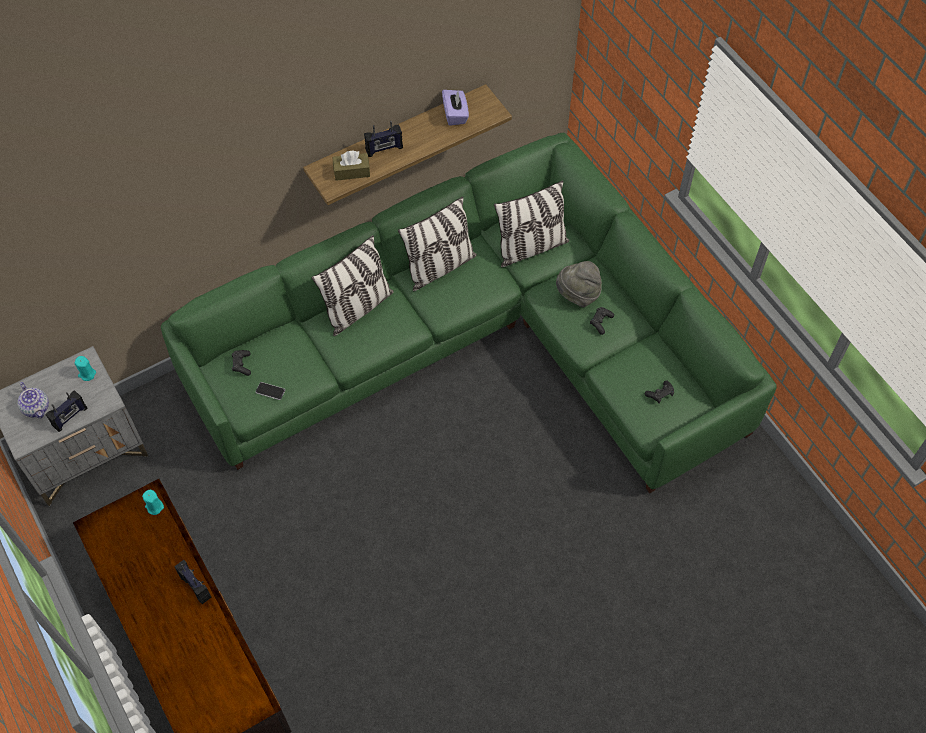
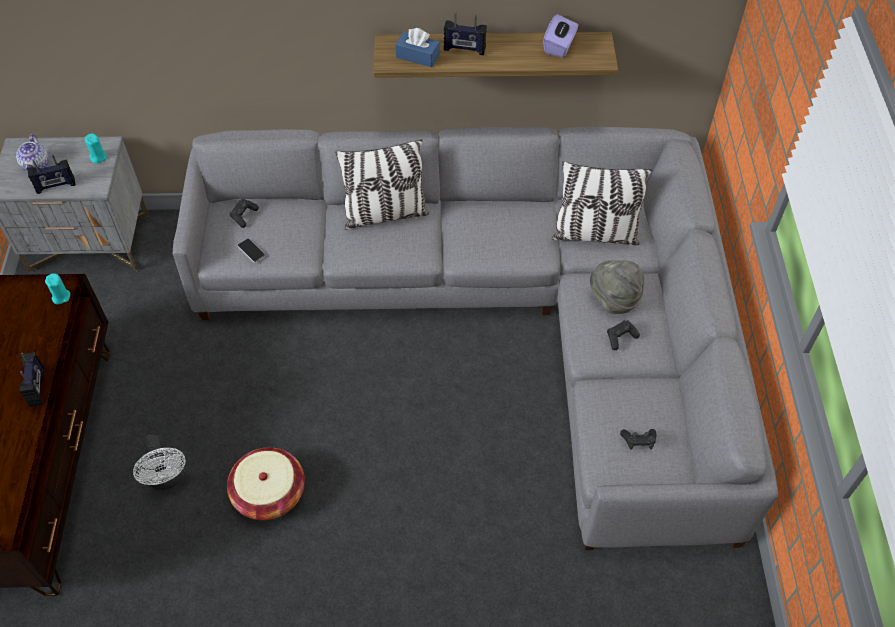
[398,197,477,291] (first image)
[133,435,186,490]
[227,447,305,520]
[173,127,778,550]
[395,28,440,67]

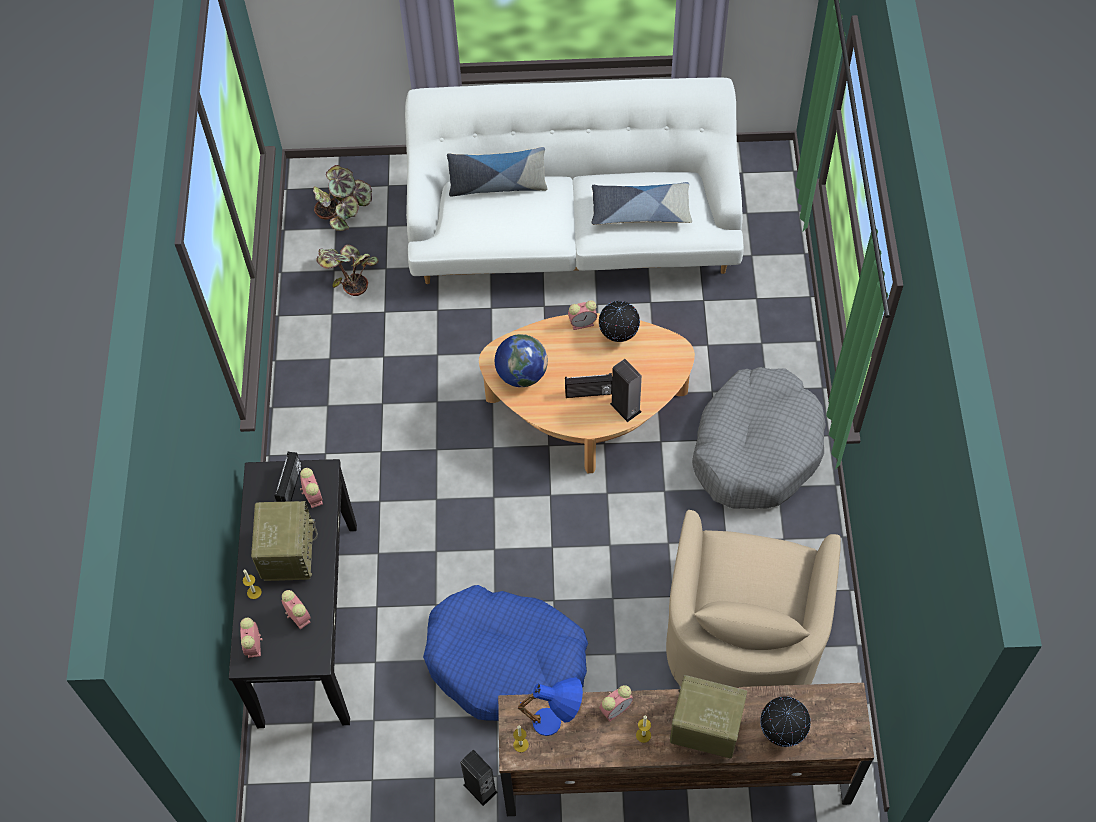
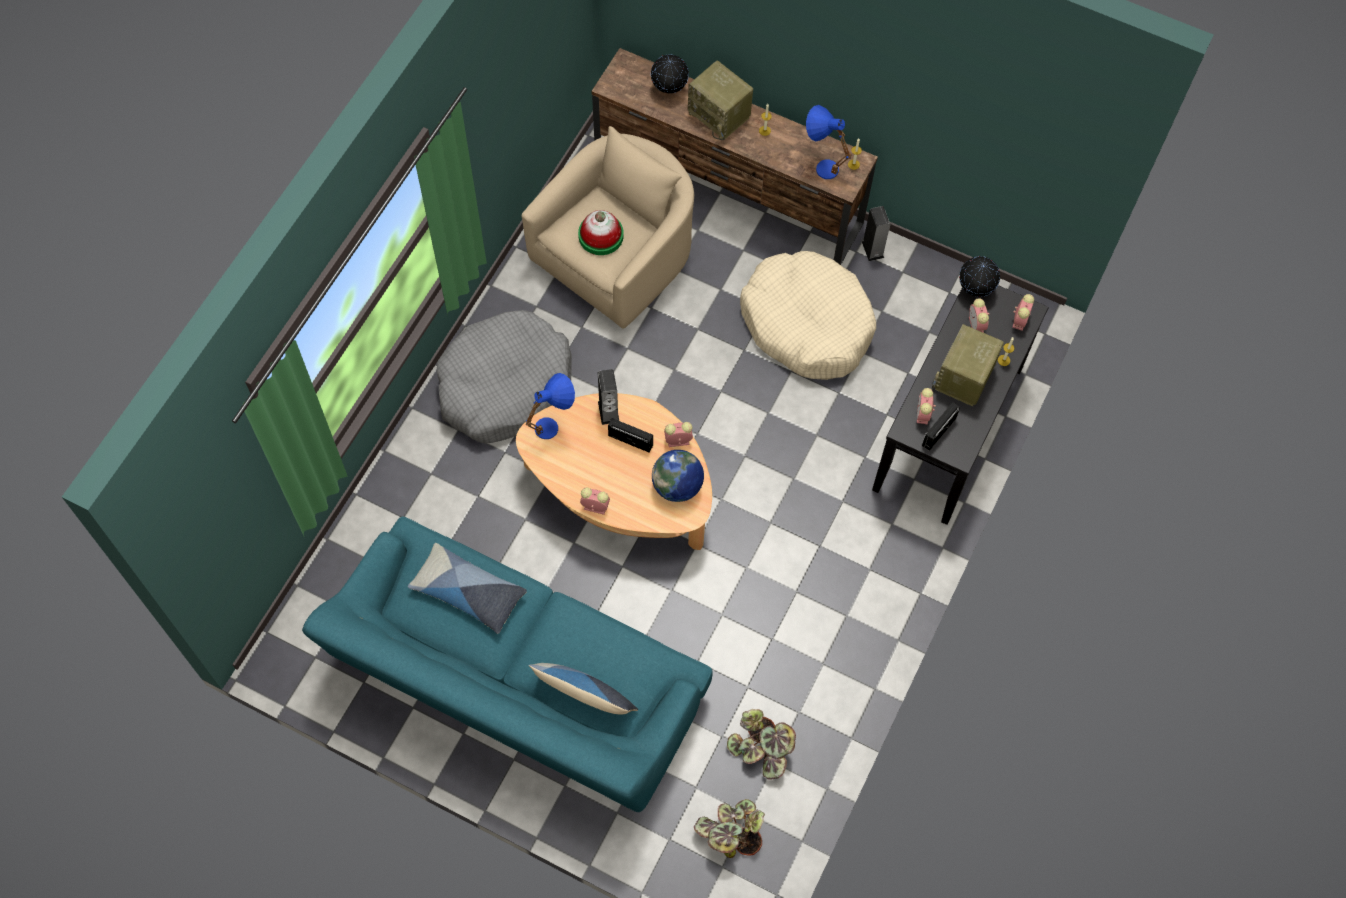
[526,373,575,439]
[578,210,623,255]
[959,256,1000,297]
[664,422,693,447]
[302,517,713,812]
[740,251,876,380]

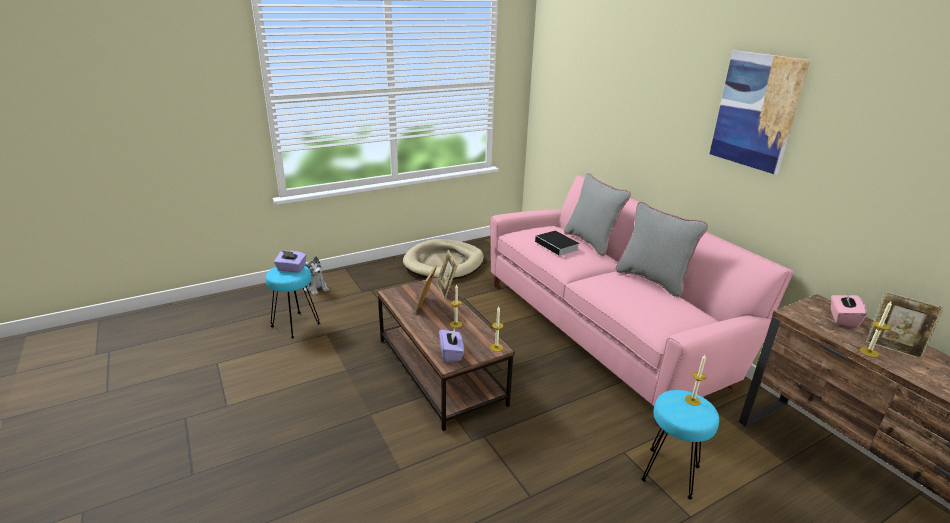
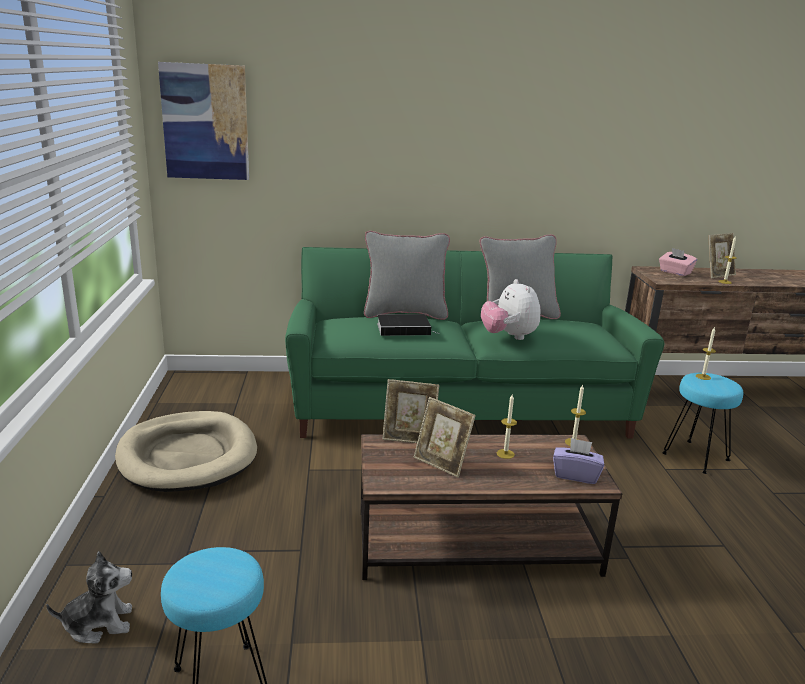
[274,250,306,273] (first image)
[481,279,541,340]
[158,62,249,180]
[285,247,664,439]

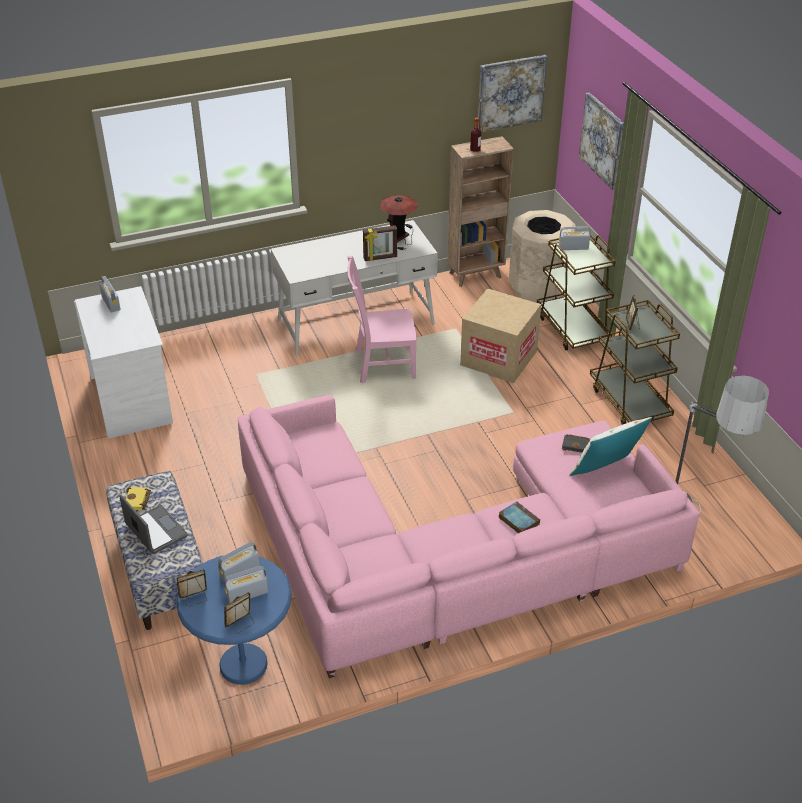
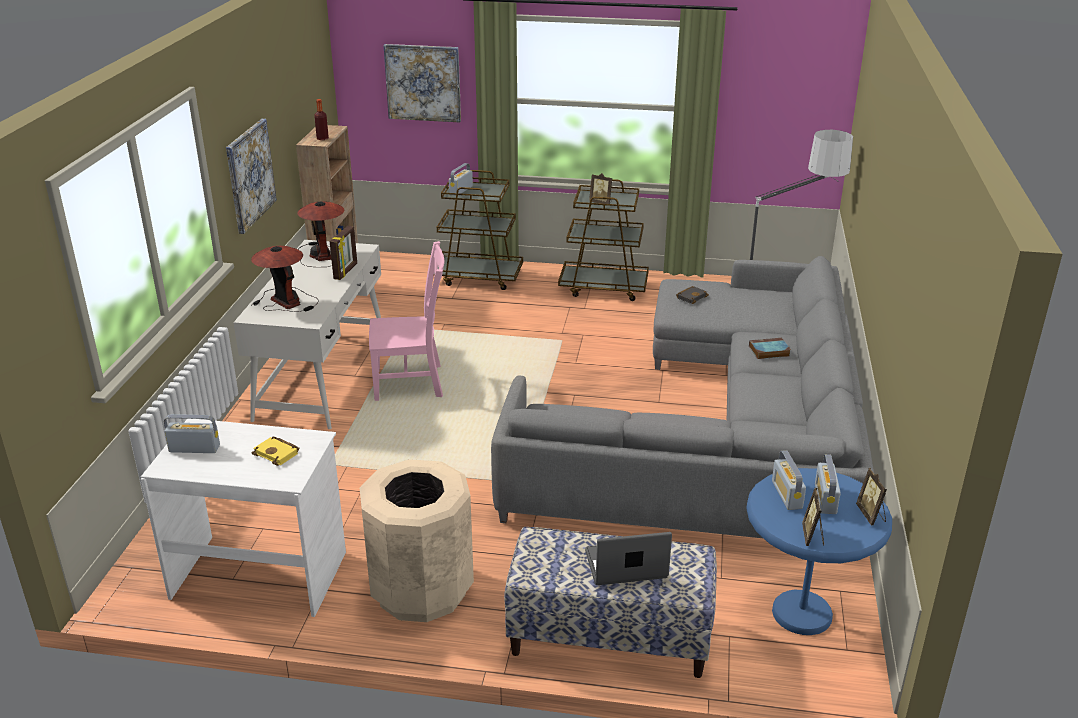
[460,288,541,383] (first image)
[569,417,652,476] (first image)
[251,246,319,312]
[252,437,299,466]
[226,119,277,234]
[360,459,474,622]
[491,256,874,539]
[369,241,444,401]

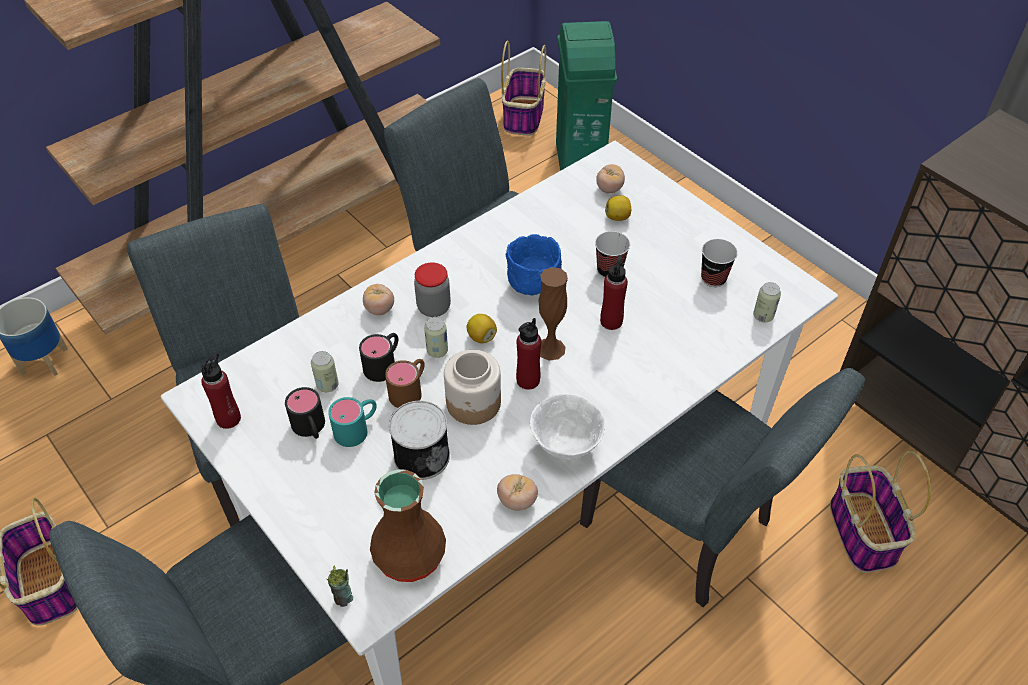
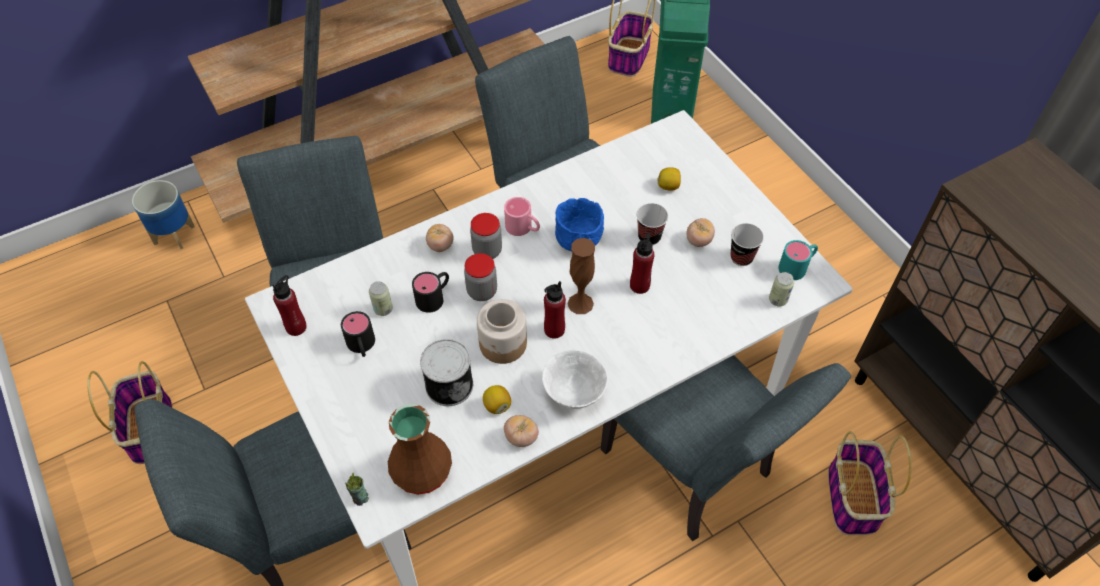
[385,359,425,408] (first image)
[504,197,540,236]
[778,240,818,280]
[483,385,511,414]
[686,218,715,247]
[464,253,497,301]

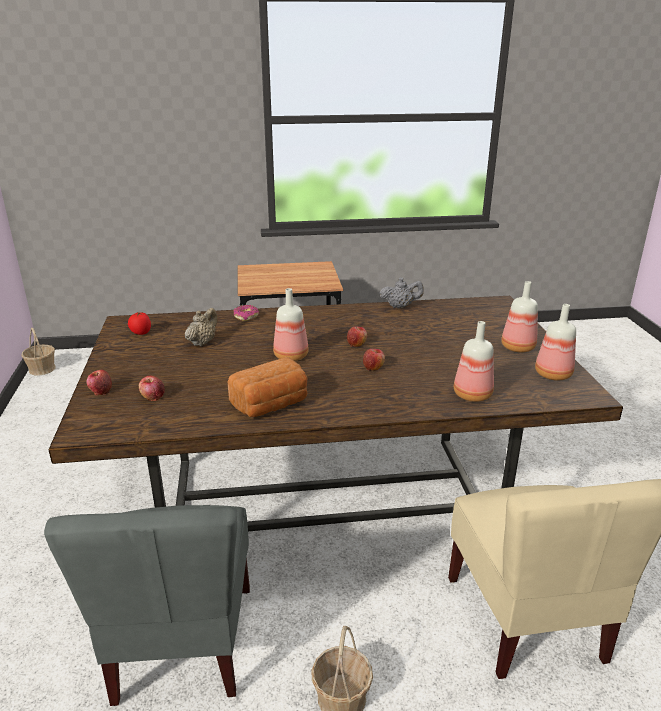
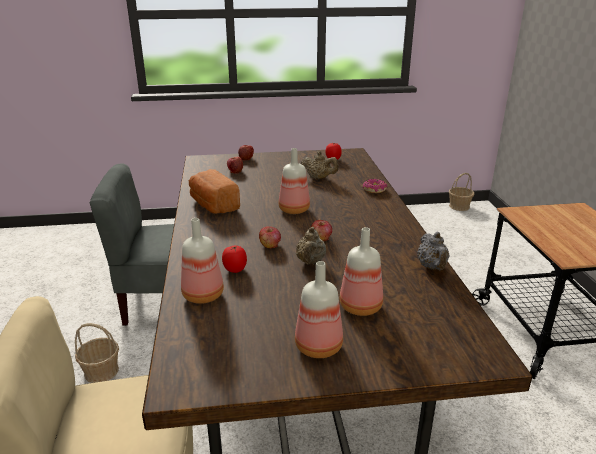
[222,245,247,273]
[296,227,326,264]
[340,227,383,316]

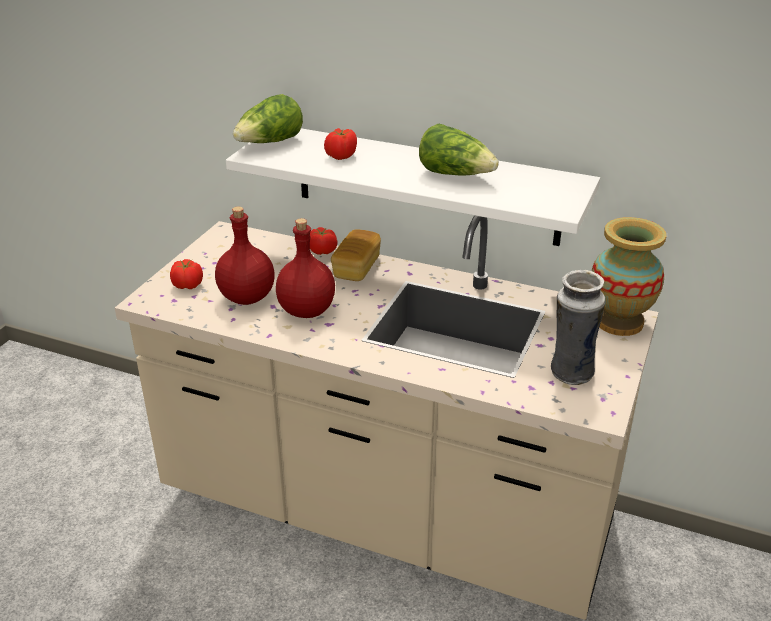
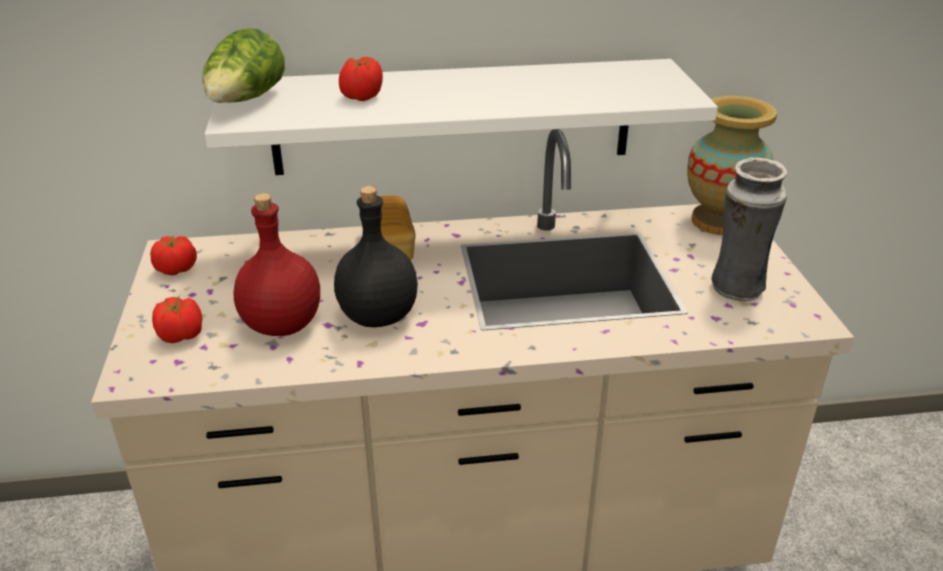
[419,124,499,176] (first image)
[150,236,197,275]
[334,186,418,327]

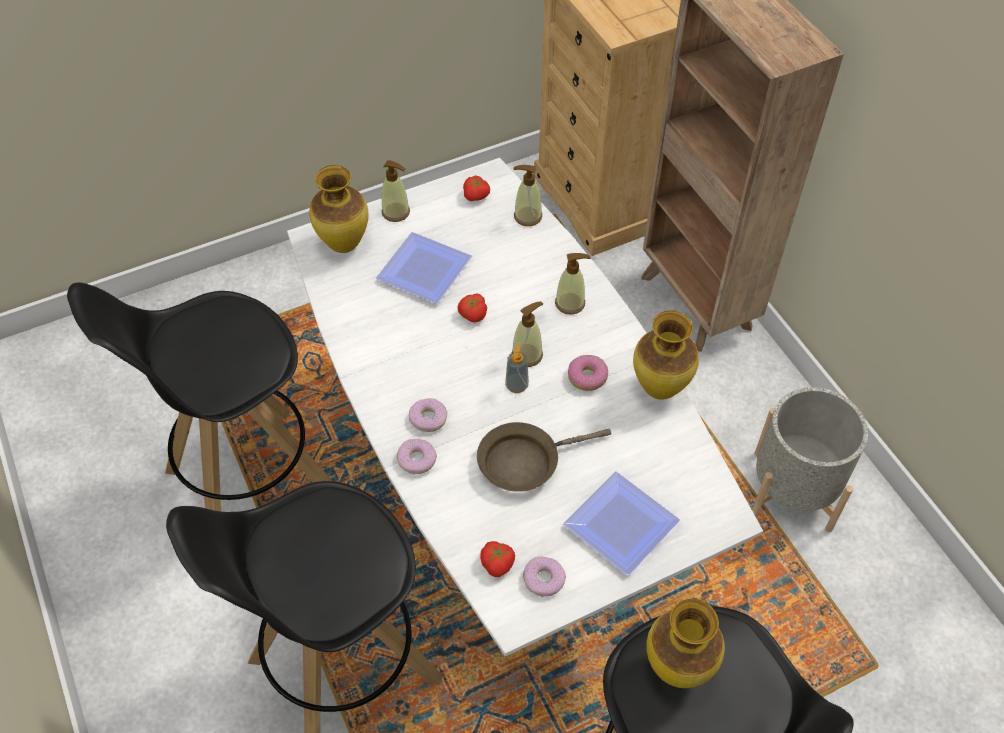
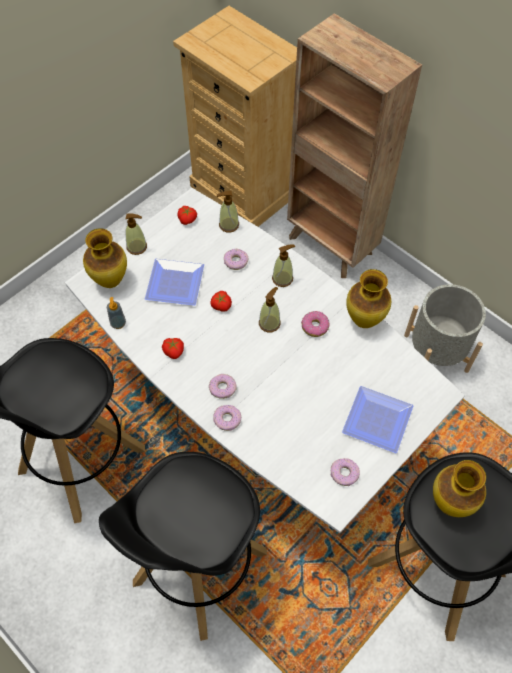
[477,422,611,492] (first image)
[224,249,248,270]
[162,338,184,359]
[107,297,126,329]

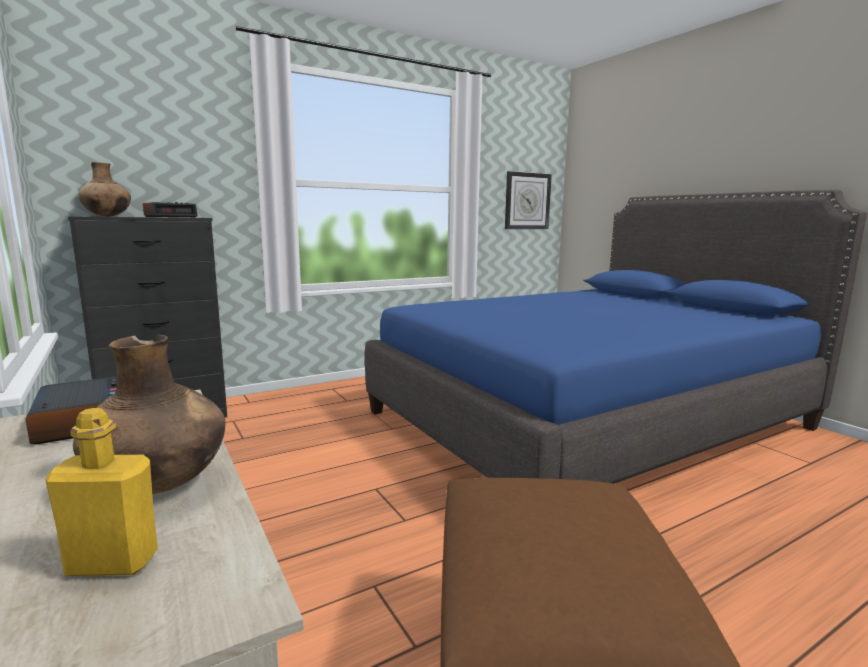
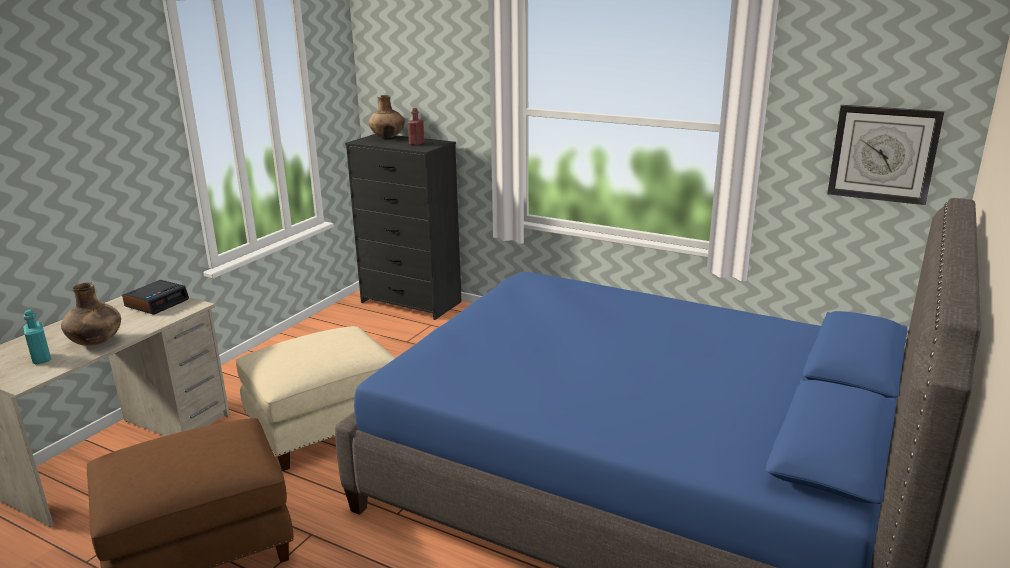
[236,326,395,471]
[408,108,424,146]
[23,309,51,364]

